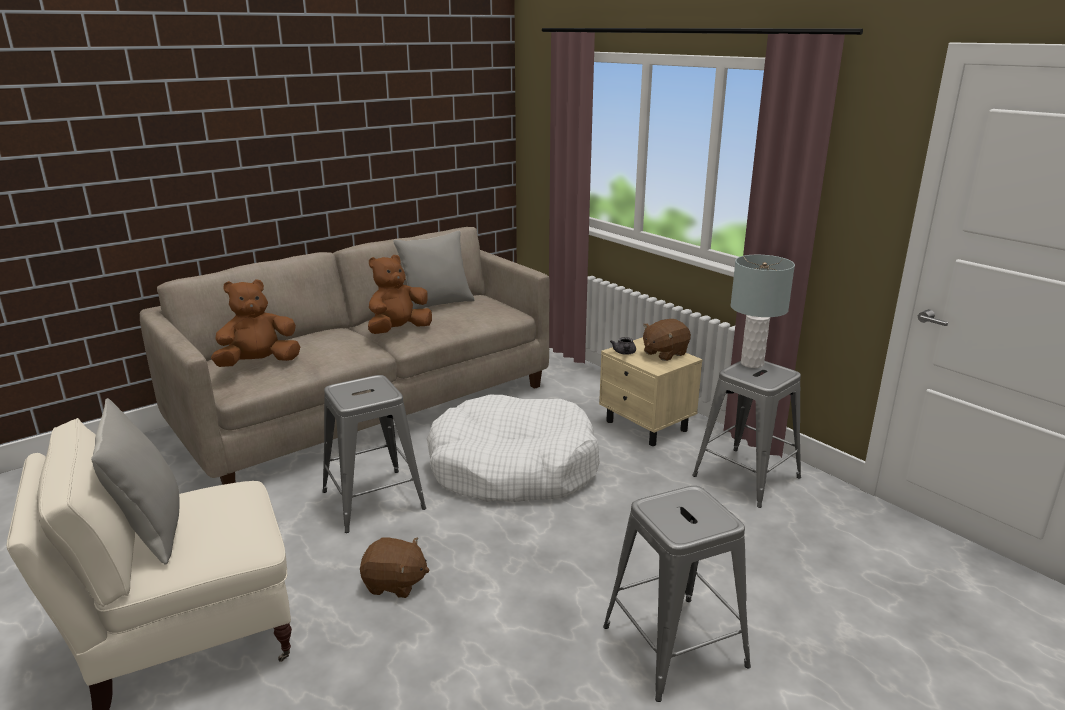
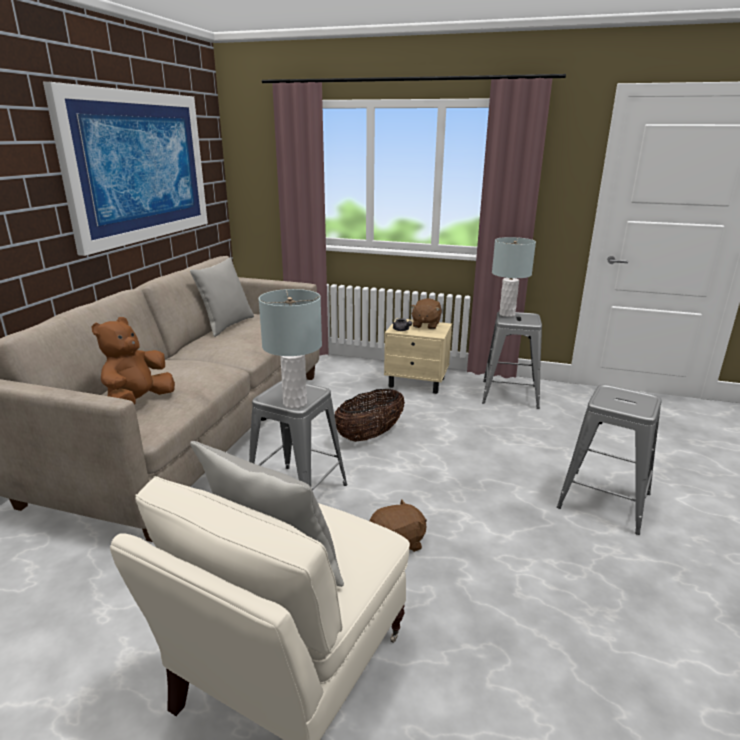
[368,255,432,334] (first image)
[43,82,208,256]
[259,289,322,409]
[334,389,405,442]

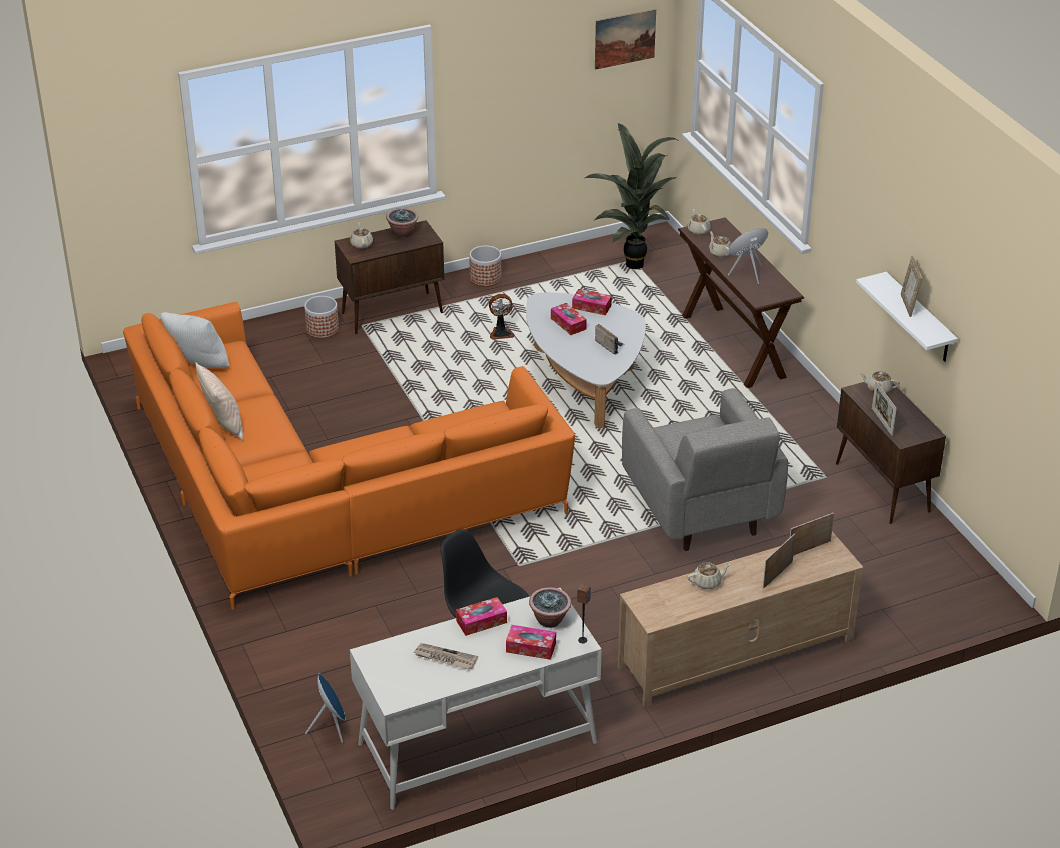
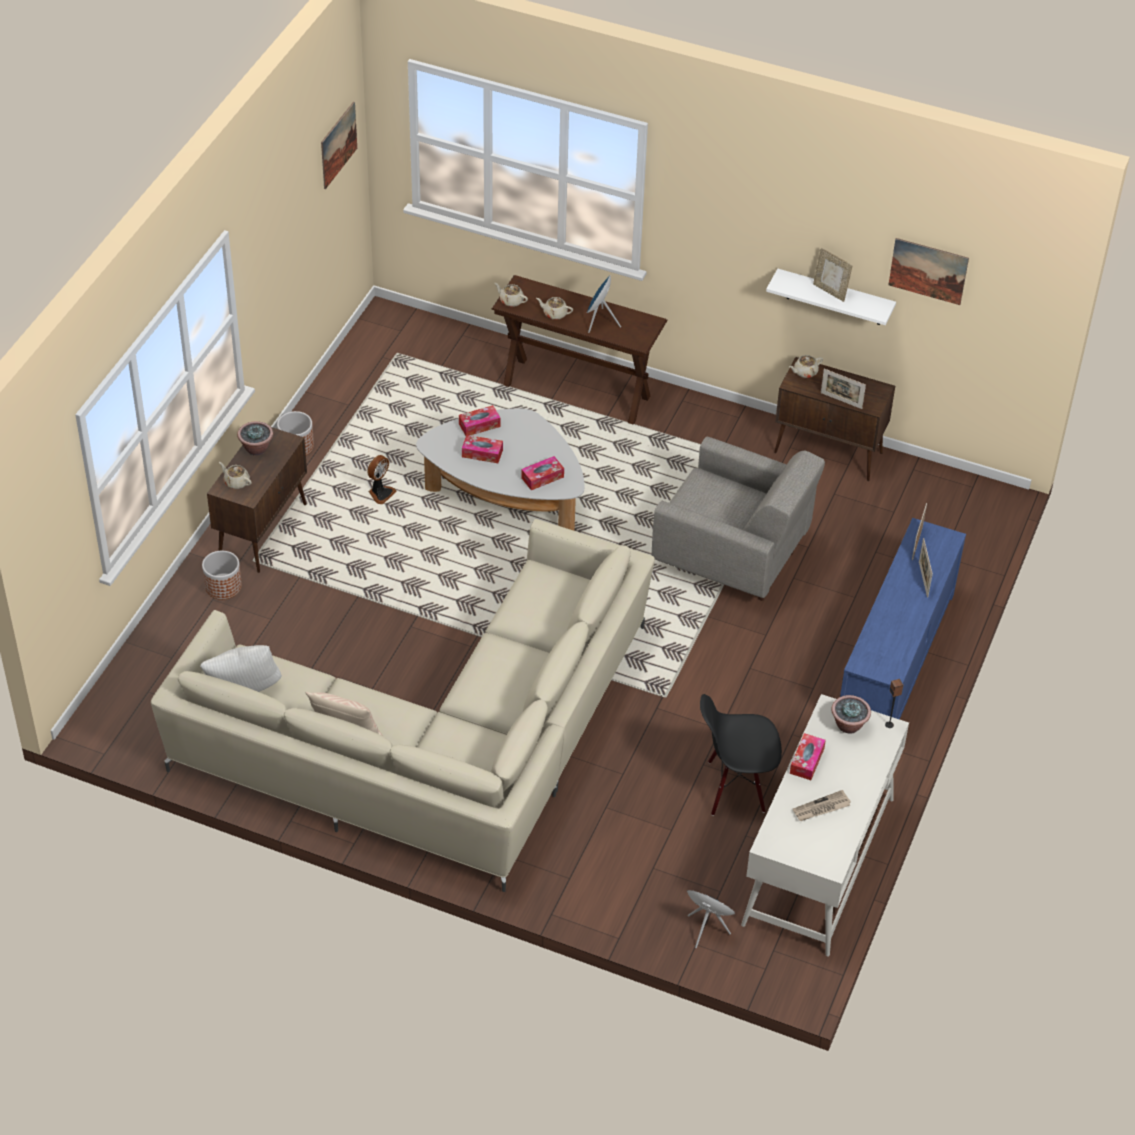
[585,123,680,269] (first image)
[595,324,625,355] (first image)
[687,562,731,589] (first image)
[888,238,969,305]
[521,456,564,490]
[151,519,655,892]
[840,518,966,719]

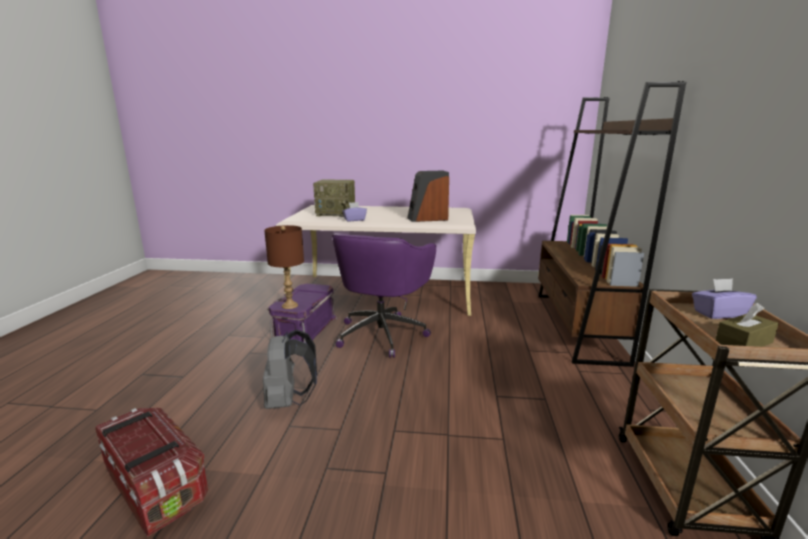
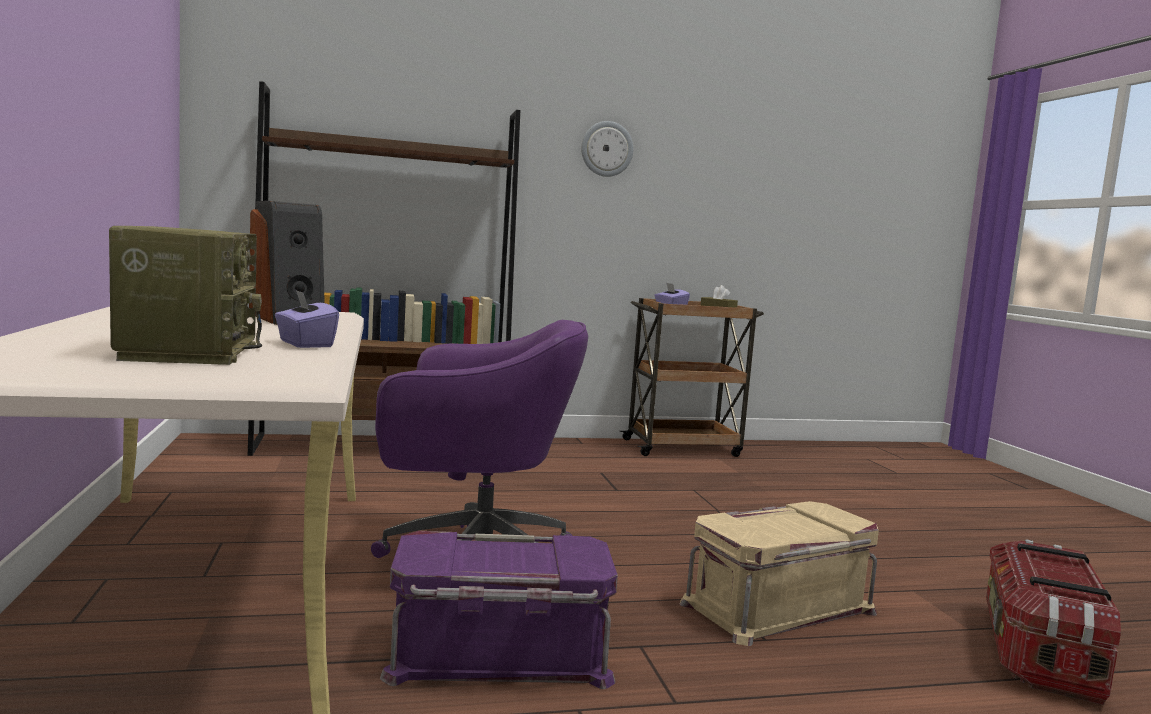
[264,225,304,309] (first image)
[581,121,633,177]
[680,501,879,646]

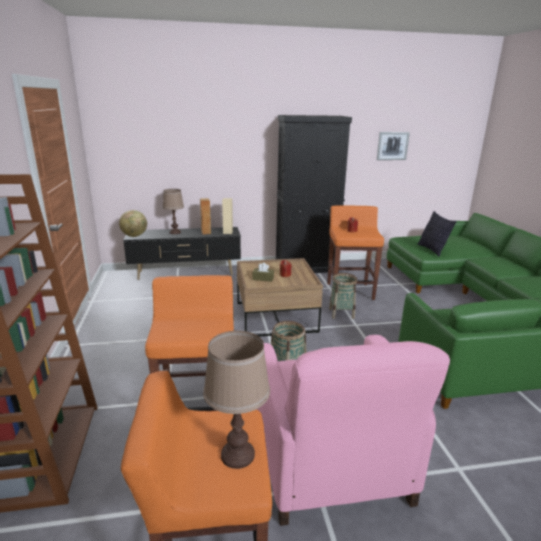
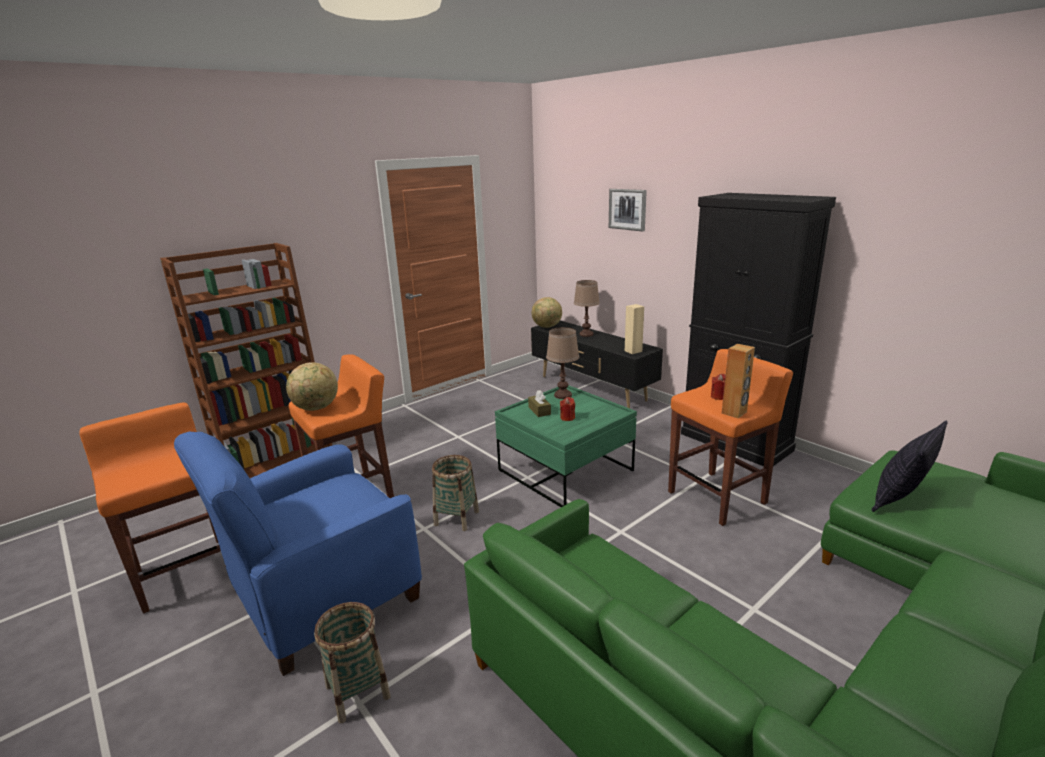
[286,362,338,411]
[722,344,755,418]
[546,327,579,399]
[314,602,391,724]
[609,189,647,231]
[495,385,637,507]
[174,432,422,676]

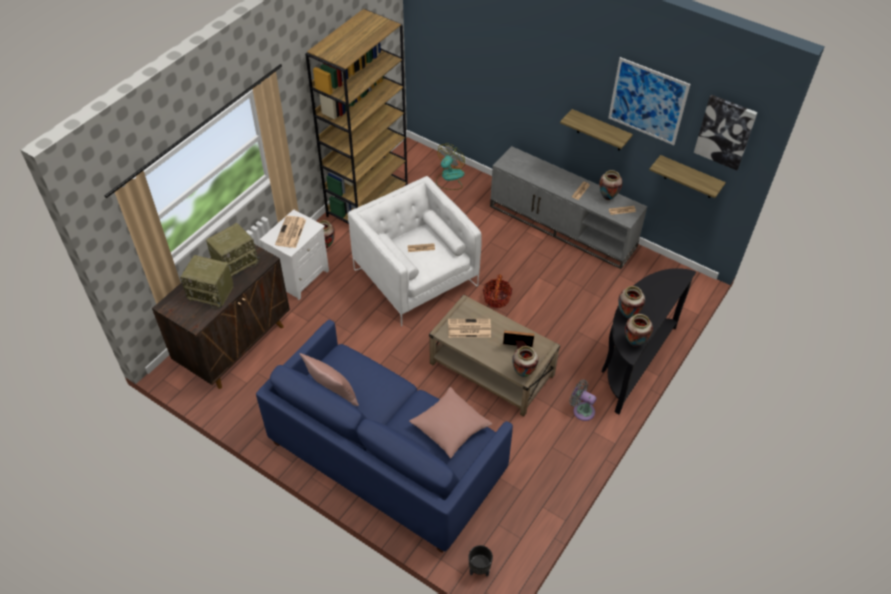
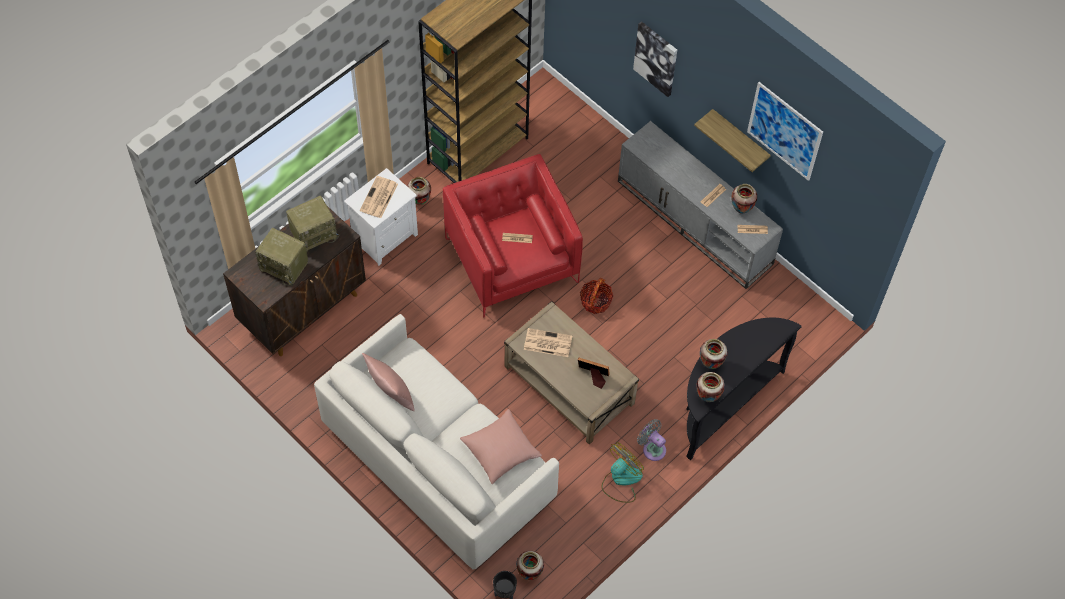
[649,155,726,198] (first image)
[601,442,644,503]
[516,551,544,580]
[633,21,677,97]
[314,314,559,570]
[443,154,583,317]

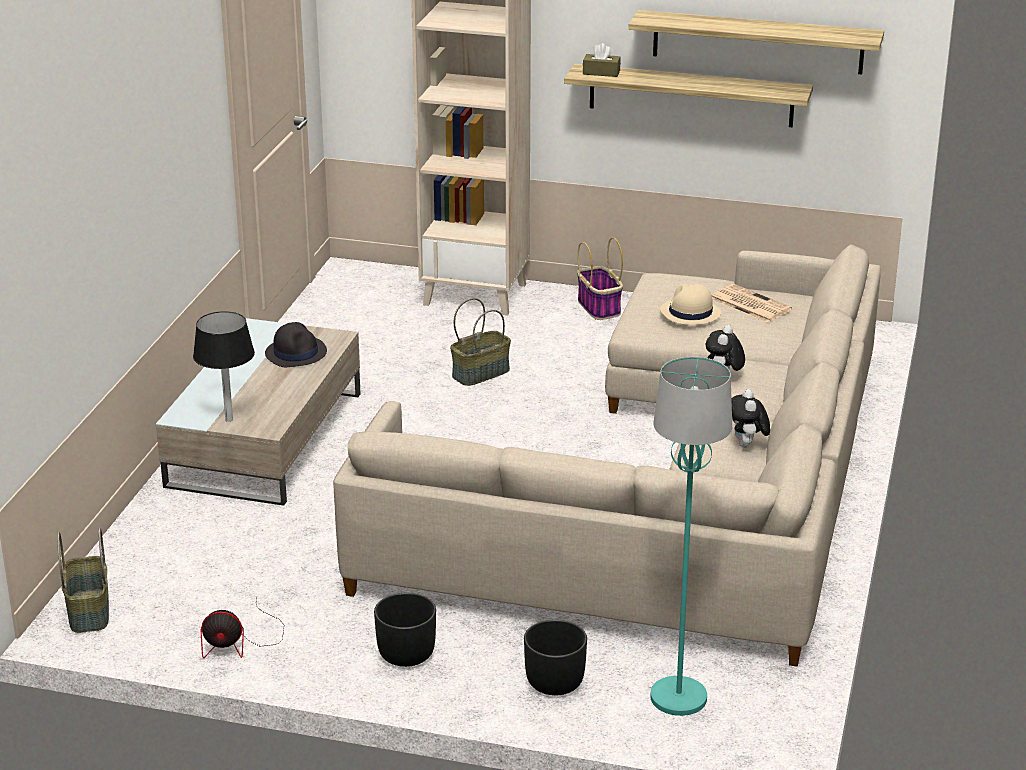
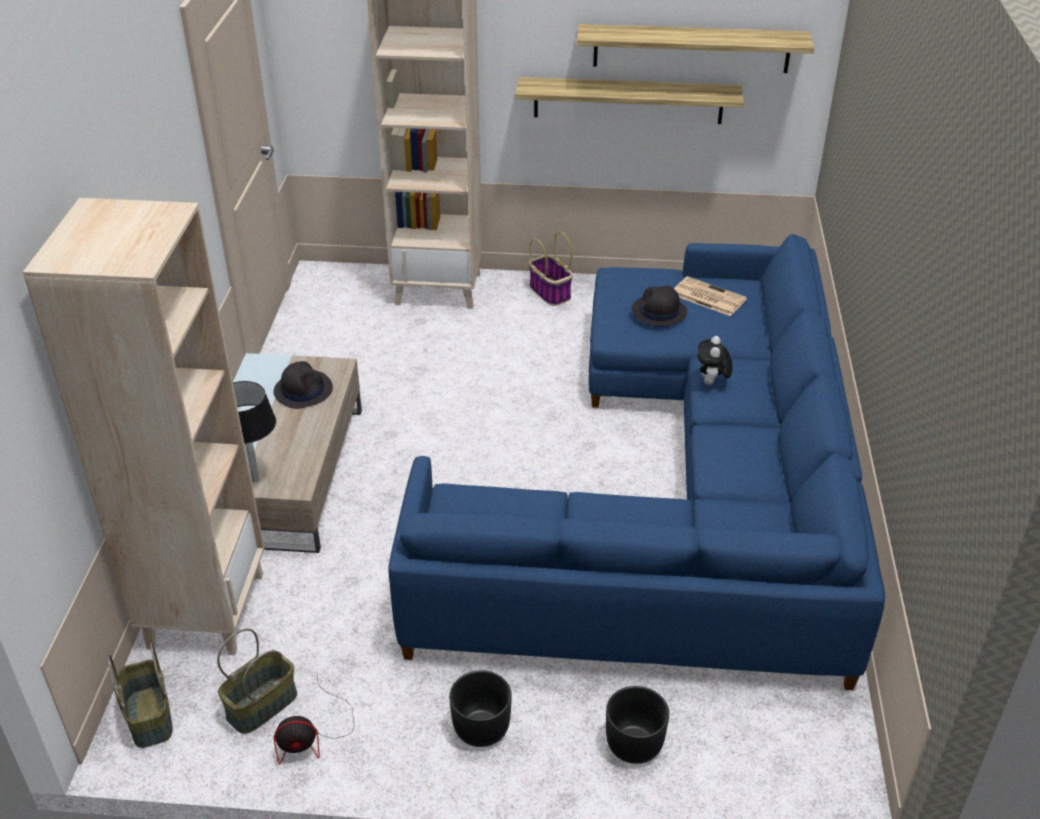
[583,43,621,77] (first image)
[650,357,732,716] (first image)
[731,389,770,447] (first image)
[23,198,264,655]
[217,629,297,734]
[388,234,885,690]
[632,286,687,326]

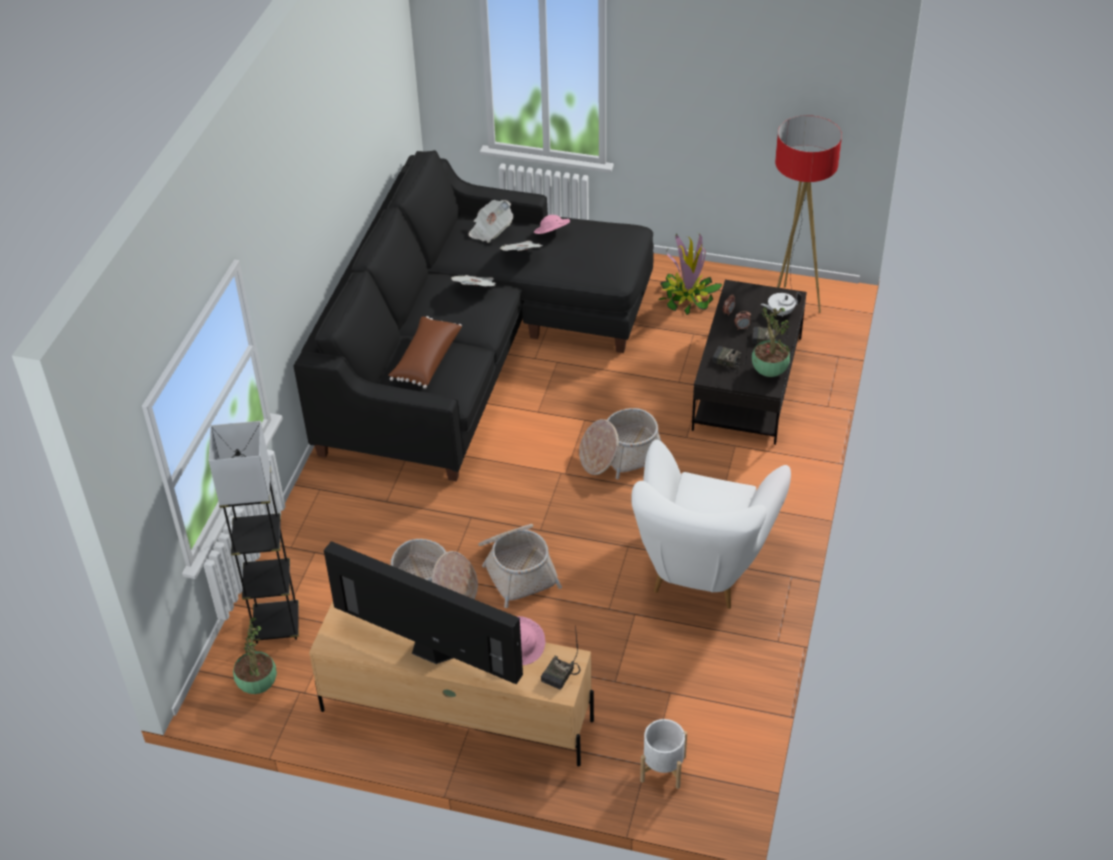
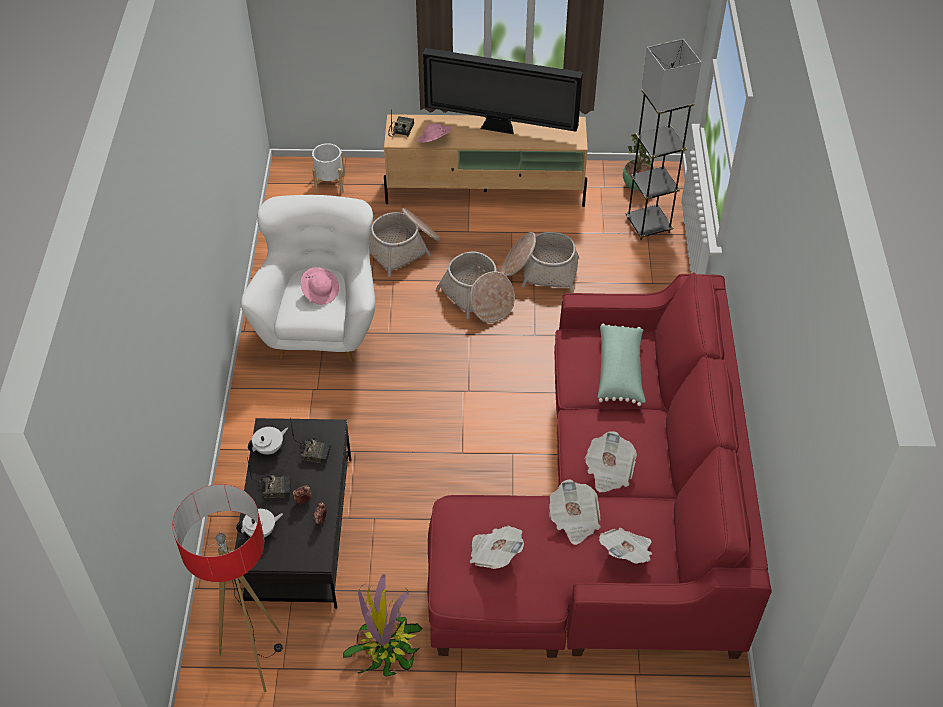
[470,526,524,569]
[301,267,339,304]
[369,208,441,277]
[248,427,288,455]
[427,272,772,659]
[598,323,646,406]

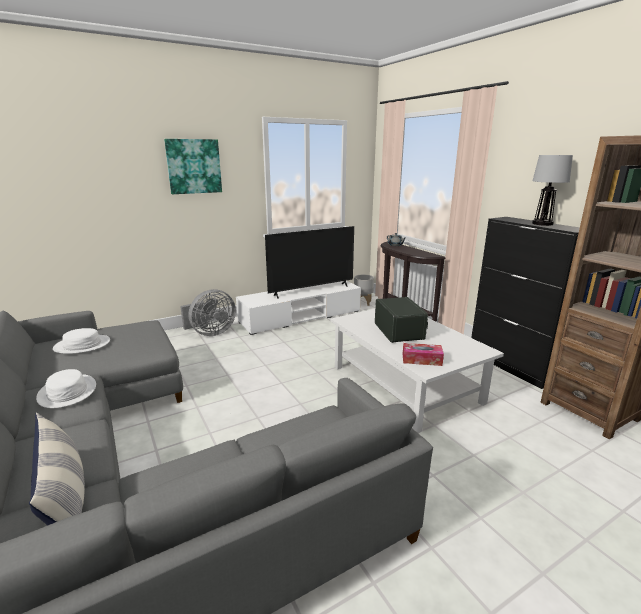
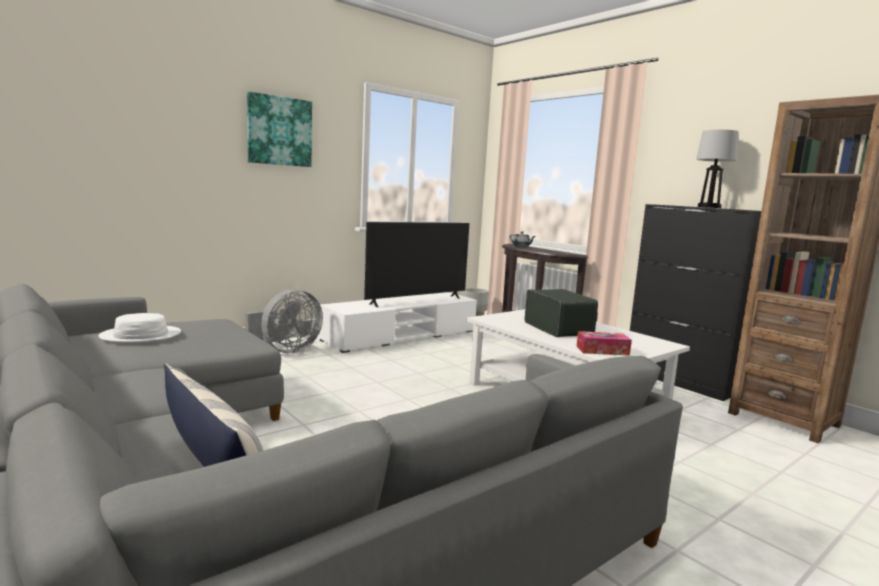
[36,369,96,408] (first image)

